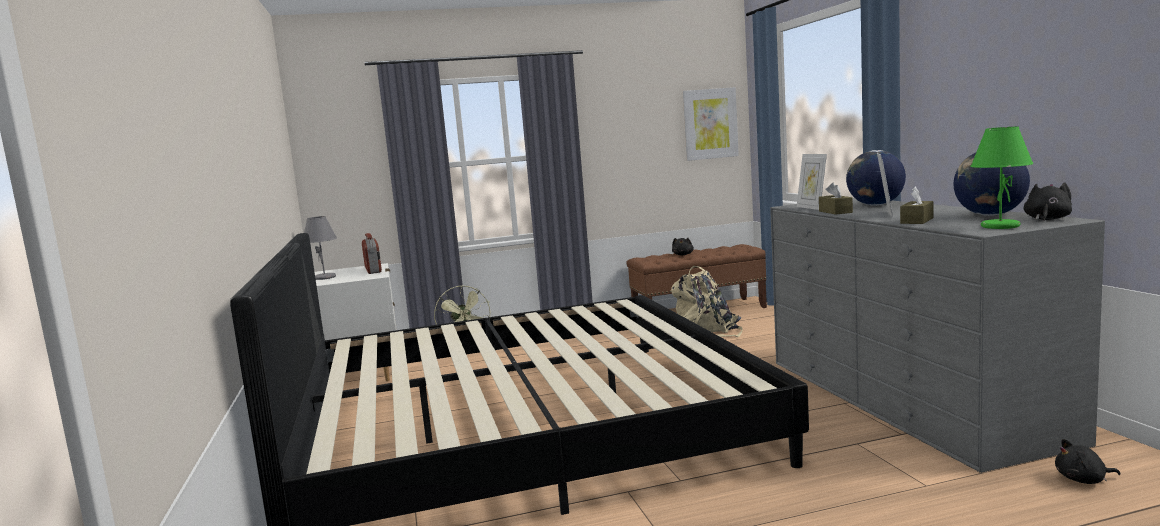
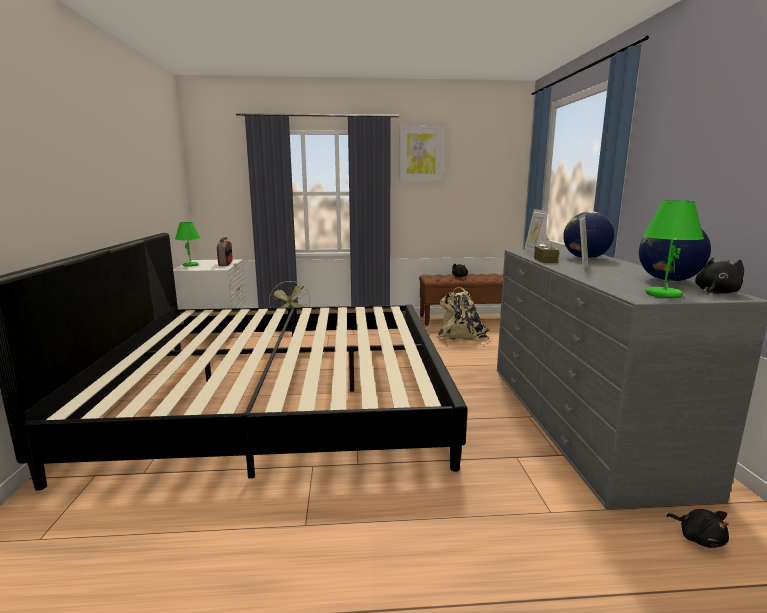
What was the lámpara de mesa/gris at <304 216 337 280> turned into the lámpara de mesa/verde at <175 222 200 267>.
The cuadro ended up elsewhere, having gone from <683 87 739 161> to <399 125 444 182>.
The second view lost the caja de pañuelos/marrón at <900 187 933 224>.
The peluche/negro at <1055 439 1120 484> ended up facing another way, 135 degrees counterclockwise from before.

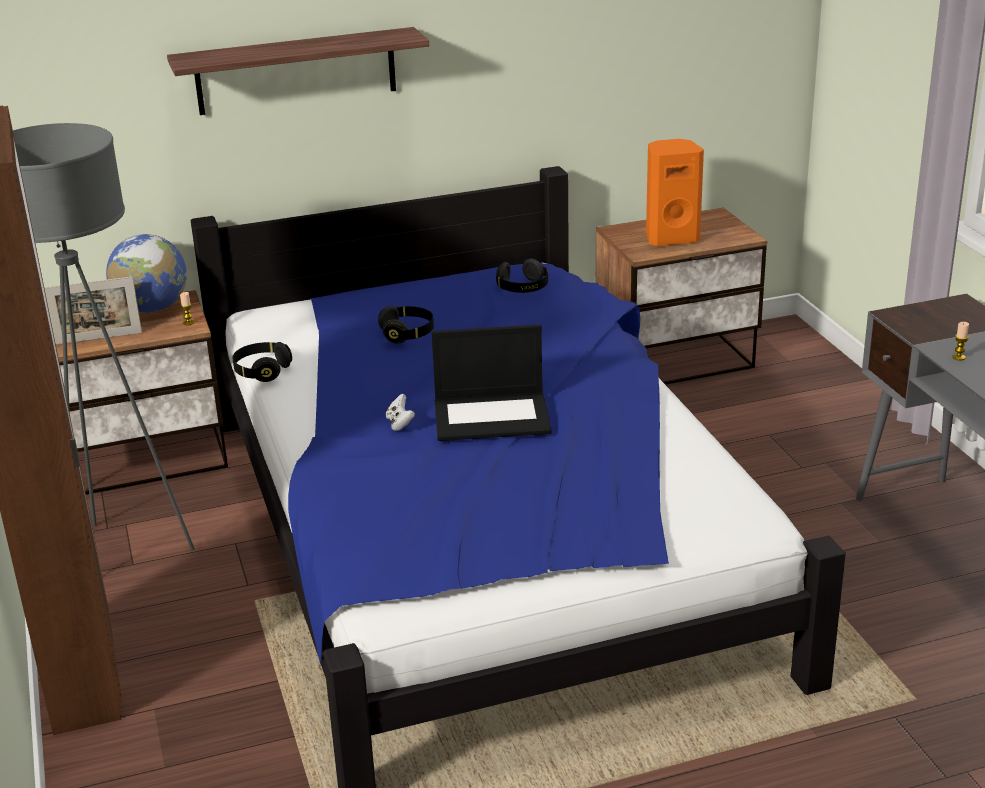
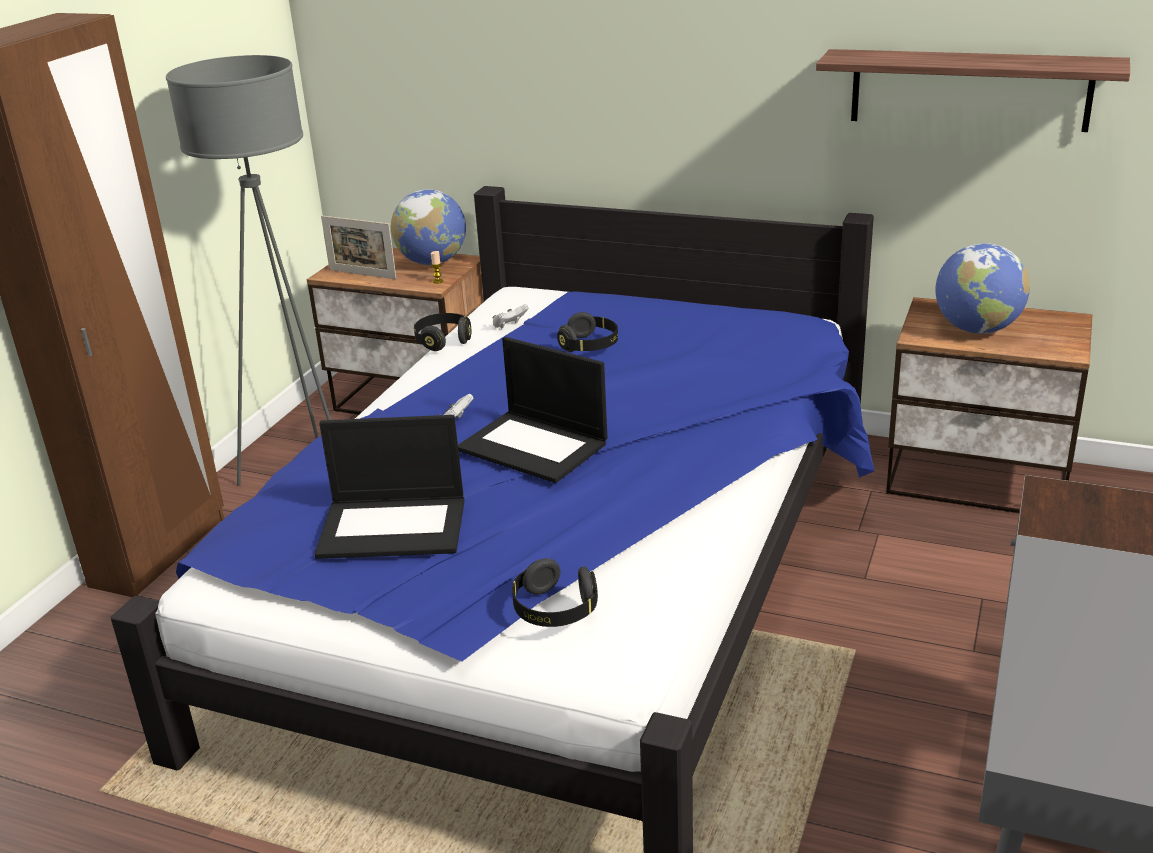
The estante ended up elsewhere, having gone from <167 27 429 115> to <816 49 1130 132>.
The auriculares/negro ended up elsewhere, having gone from <496 259 548 293> to <512 558 598 627>.
Where the altavoz/naranja stood at <646 139 704 246>, the globo terráqueo came to stand at <935 243 1030 334>.
The second view lost the vela at <952 322 969 360>.
The second view gained the portátil at <315 415 465 559>.
The second view gained the mando de consola/blanco at <492 304 529 329>.

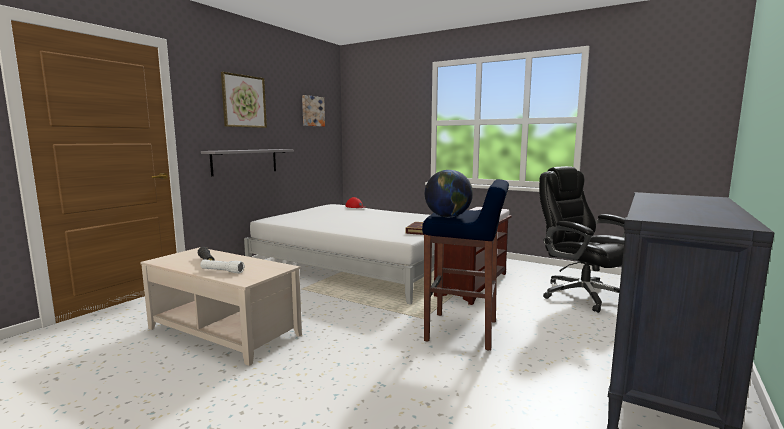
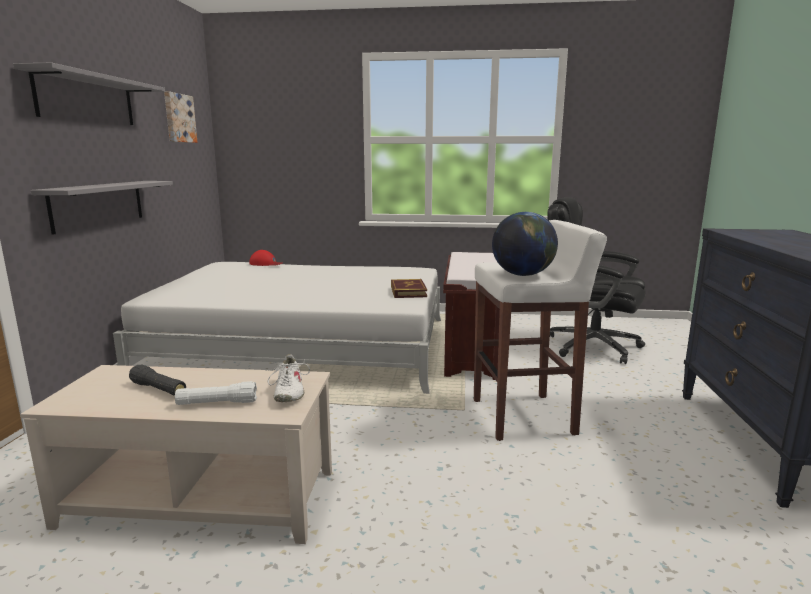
Where the cuadro hung at <221 72 267 128>, the estante/gris came to hang at <13 62 165 125>.
What was the taburete/azul at <422 179 509 350> turned into the taburete/blanco at <474 220 607 441>.
The second view gained the zapato/blanco at <265 354 310 402>.

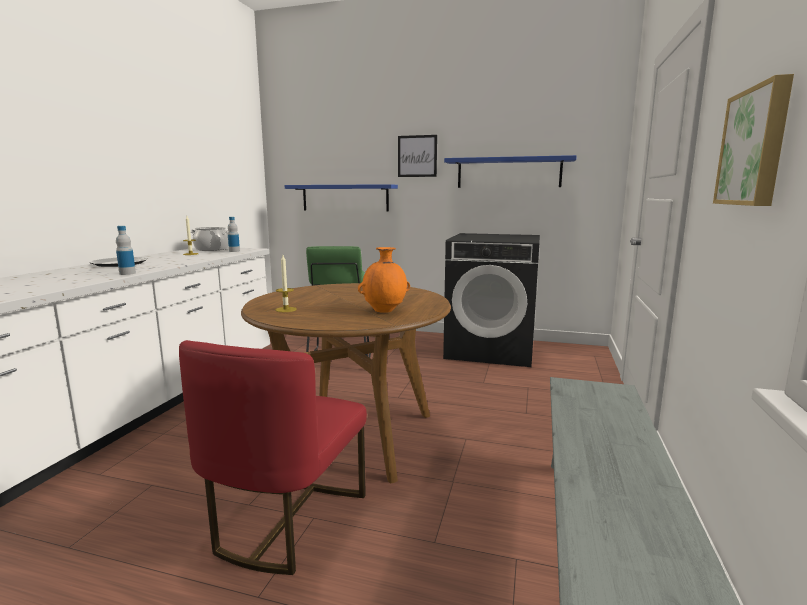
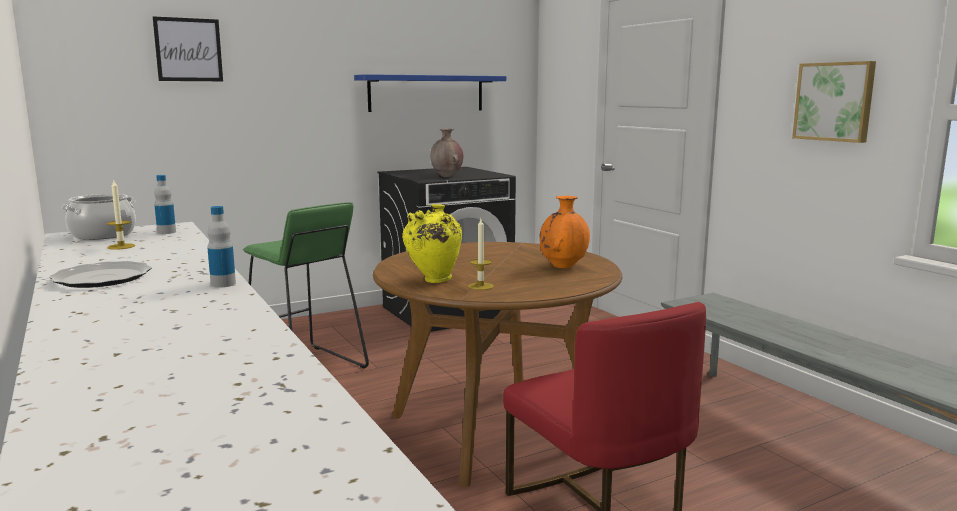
The second view lost the estante/azul at <285 184 398 211>.
The cuadro ended up elsewhere, having gone from <398 135 437 177> to <153 16 223 81>.
The second view gained the florero/amarillo at <402 204 462 283>.
The second view gained the florero/marrón at <430 129 463 177>.

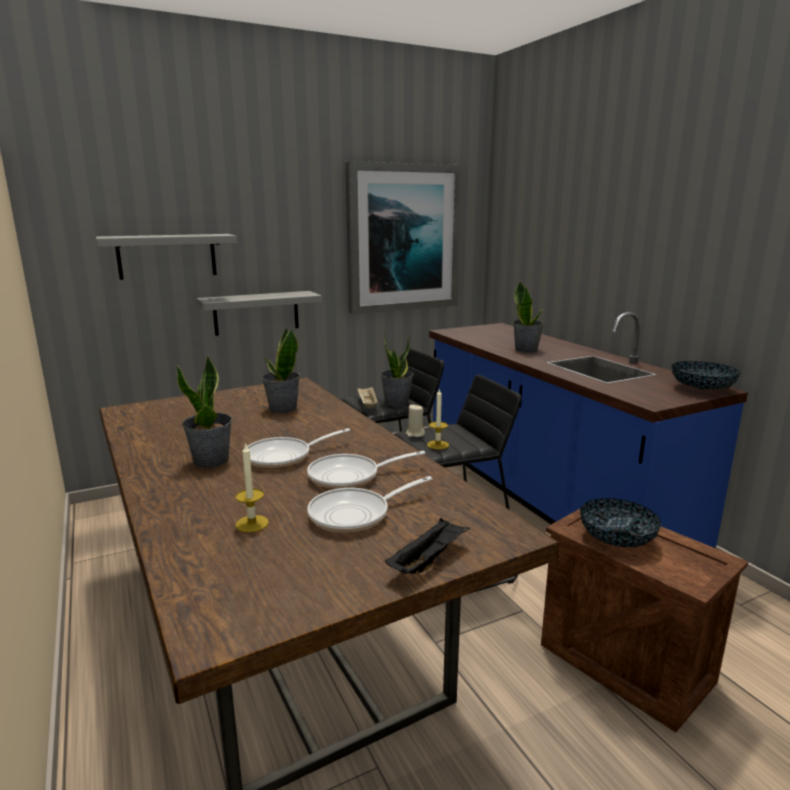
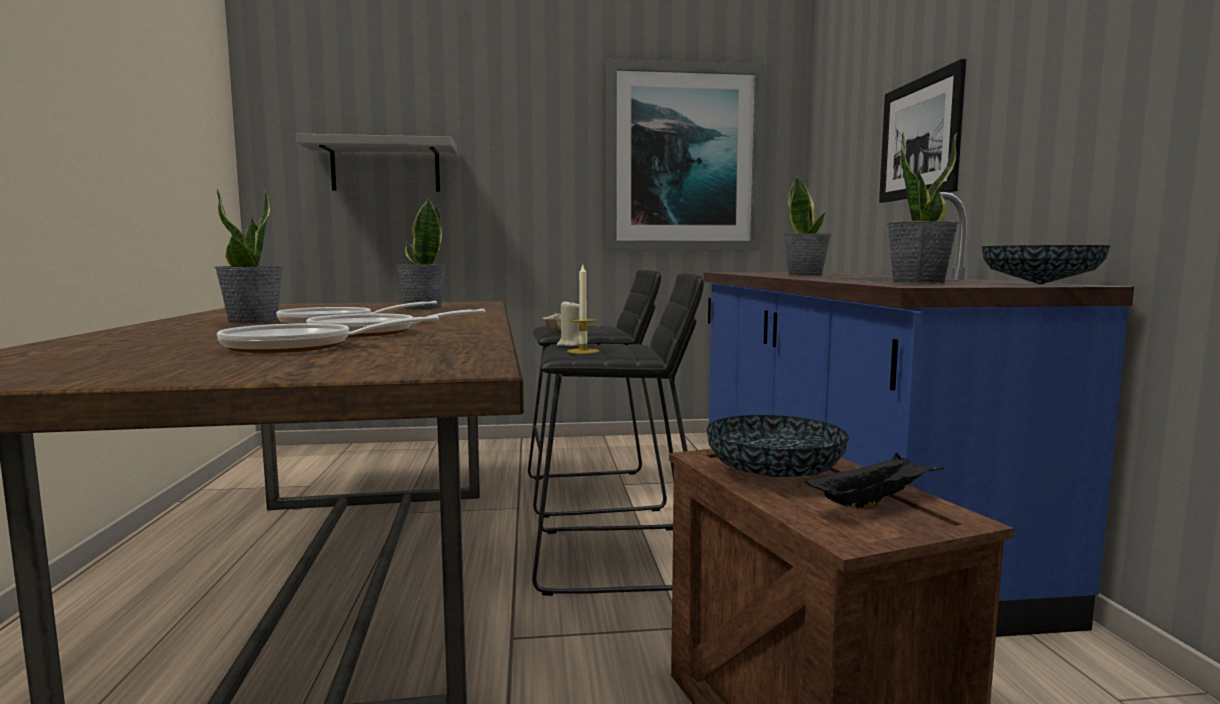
The second view lost the estante/gris at <197 291 322 336>.
The second view lost the vela at <235 443 269 532>.
The planta en maceta ended up elsewhere, having gone from <380 333 413 406> to <887 132 959 284>.
The bandeja/negro ended up elsewhere, having gone from <385 518 470 574> to <804 453 944 510>.
The second view gained the cuadro at <879 59 966 203>.

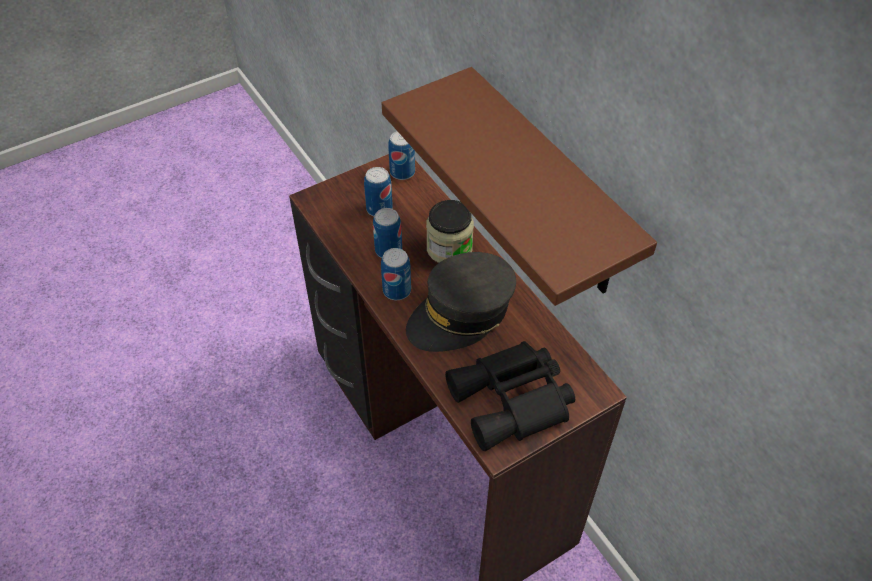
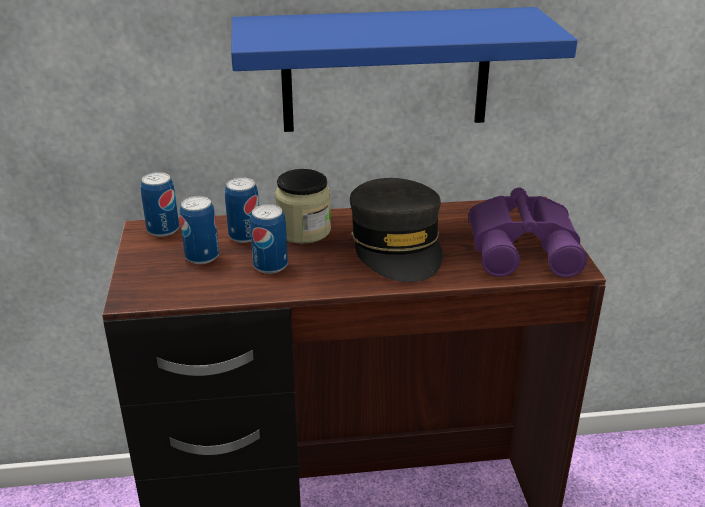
The lata ended up elsewhere, having gone from <381 248 411 300> to <225 177 259 243>.
What was the estante/marrón at <382 67 657 306> turned into the estante/azul at <231 7 578 132>.
What was the prismáticos/negro at <445 341 575 452> turned into the prismáticos/morado at <469 188 587 278>.

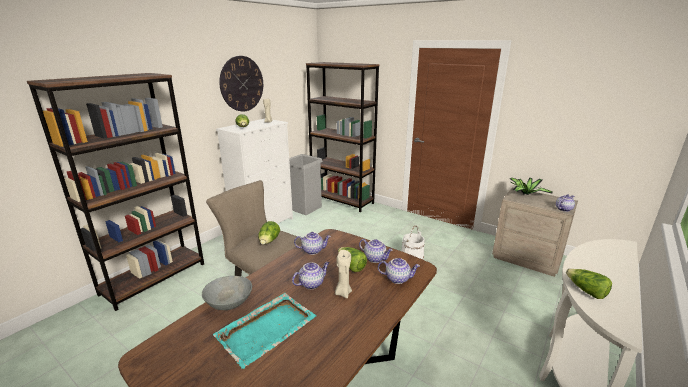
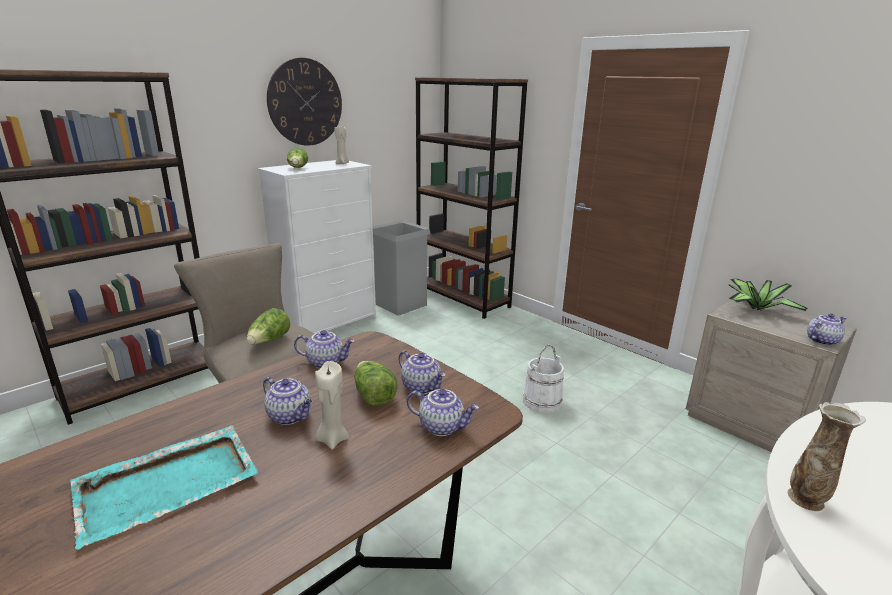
The second view lost the cuenco/gris at <202 276 252 310>.
The tetera at <292 262 329 289> ended up facing another way, 60 degrees clockwise from before.
Where the lechuga stood at <566 269 612 299>, the florero came to stand at <788 402 866 511>.

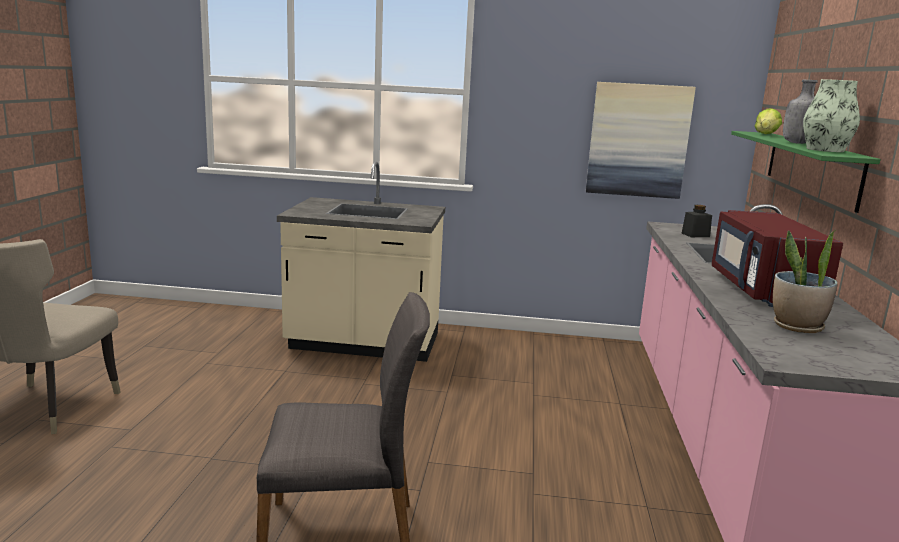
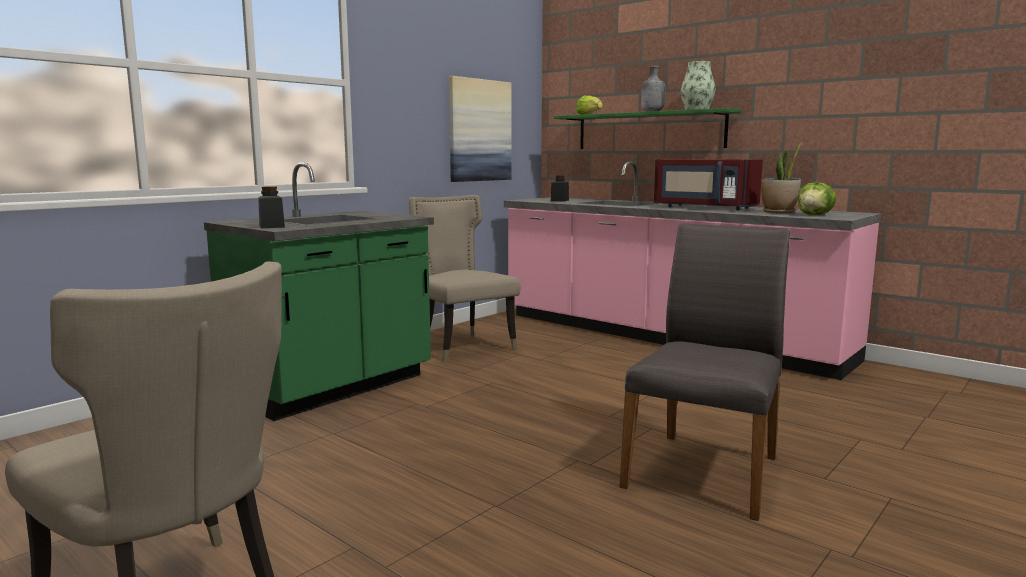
What was the mueble bajo de cocina/beis at <277 162 445 362> turned into the mueble bajo de cocina/verde at <204 162 434 421>.
The second view gained the tarro/negro at <258 186 285 228>.
The second view gained the silla/beis at <409 195 520 362>.
The second view gained the lechuga at <798 182 836 215>.

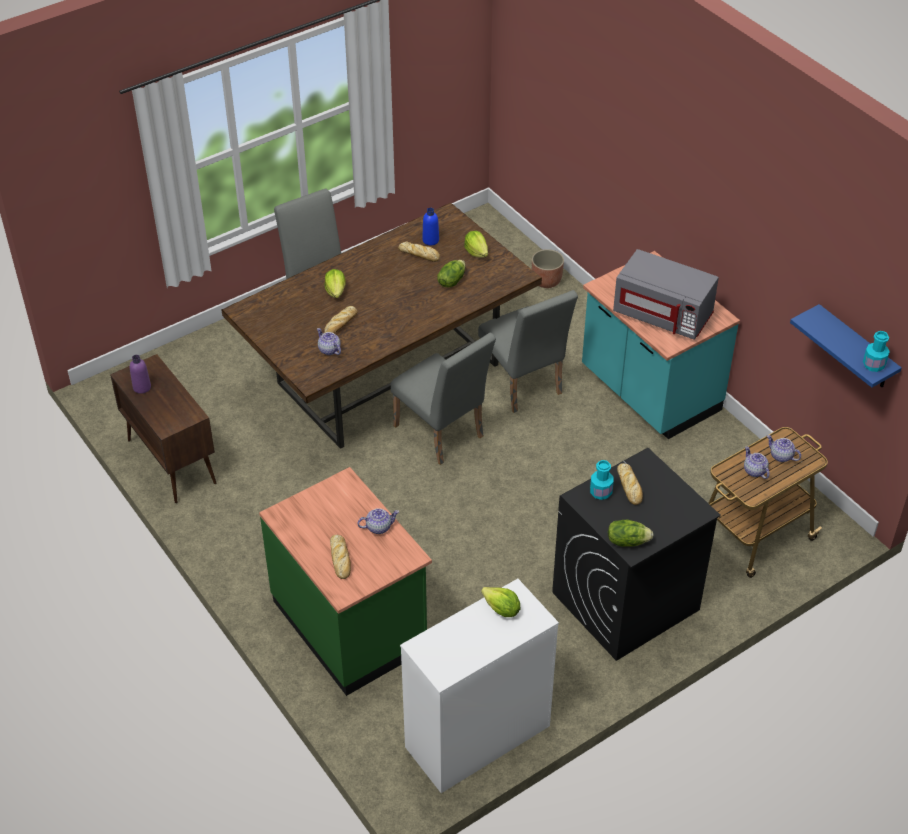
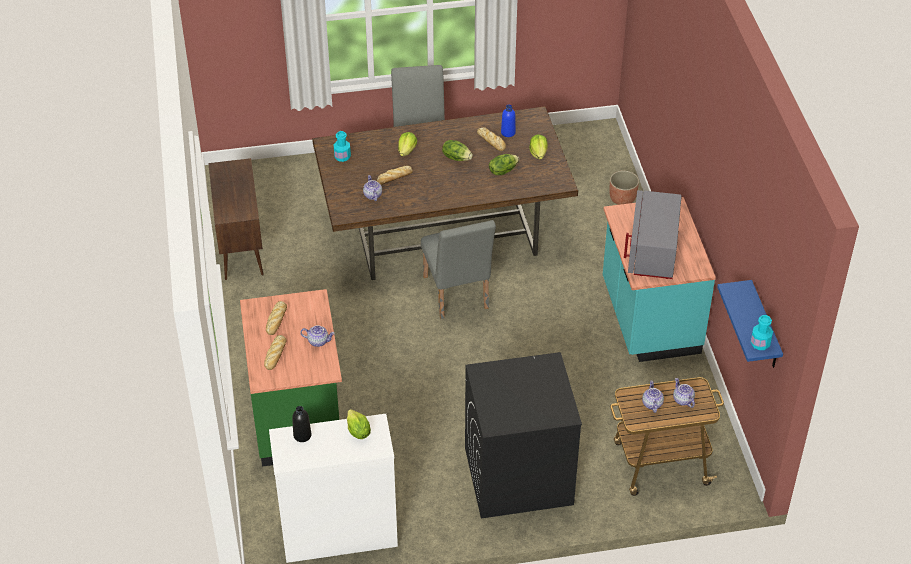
The second view lost the botella/morado at <130 355 151 394>.
The second view lost the silla/gris at <478 290 578 413>.
The botella/turquesa ended up elsewhere, having gone from <590 460 614 500> to <334 131 351 162>.
The lechuga ended up elsewhere, having gone from <608 520 654 547> to <442 140 473 161>.
The microondas/gris at <613 249 719 340> ended up facing another way, 45 degrees clockwise from before.
The pan ended up elsewhere, having gone from <617 463 643 505> to <266 301 287 335>.
The second view gained the botella/negro at <292 406 311 442>.

